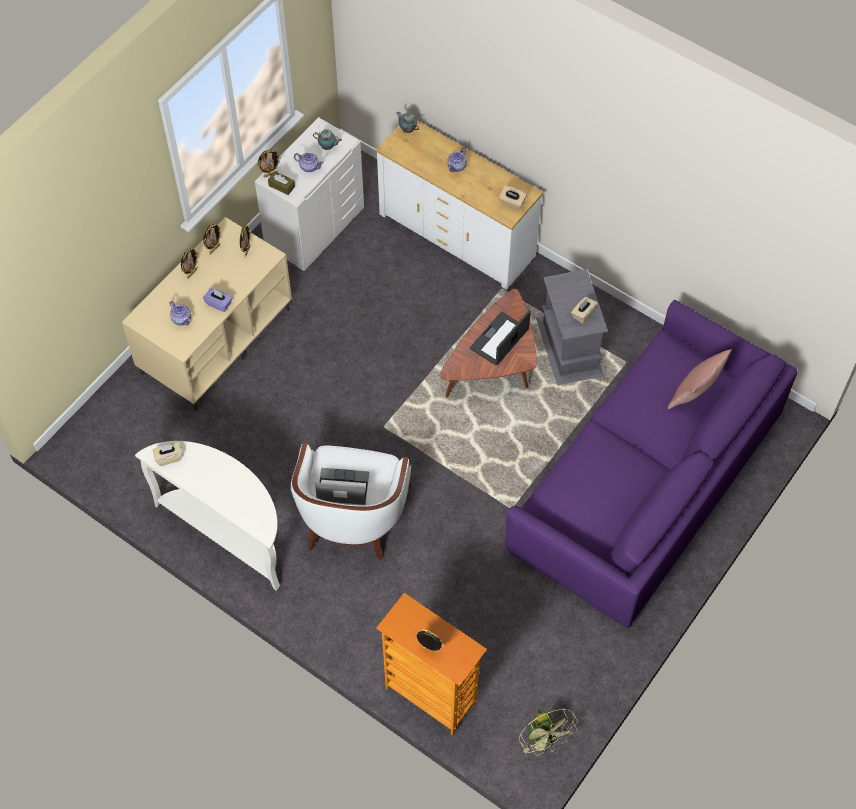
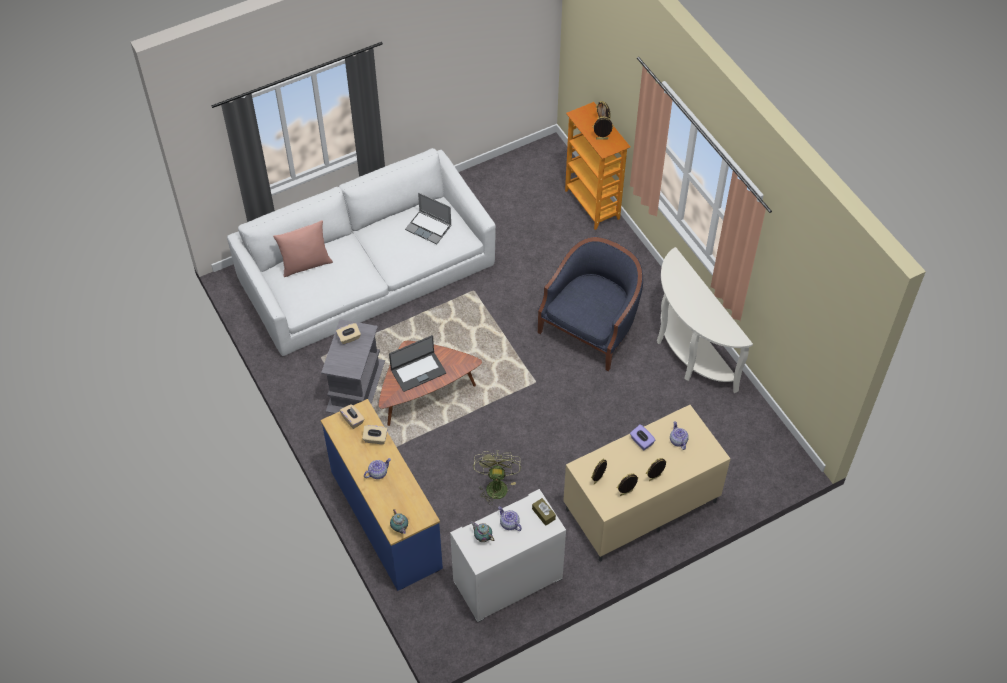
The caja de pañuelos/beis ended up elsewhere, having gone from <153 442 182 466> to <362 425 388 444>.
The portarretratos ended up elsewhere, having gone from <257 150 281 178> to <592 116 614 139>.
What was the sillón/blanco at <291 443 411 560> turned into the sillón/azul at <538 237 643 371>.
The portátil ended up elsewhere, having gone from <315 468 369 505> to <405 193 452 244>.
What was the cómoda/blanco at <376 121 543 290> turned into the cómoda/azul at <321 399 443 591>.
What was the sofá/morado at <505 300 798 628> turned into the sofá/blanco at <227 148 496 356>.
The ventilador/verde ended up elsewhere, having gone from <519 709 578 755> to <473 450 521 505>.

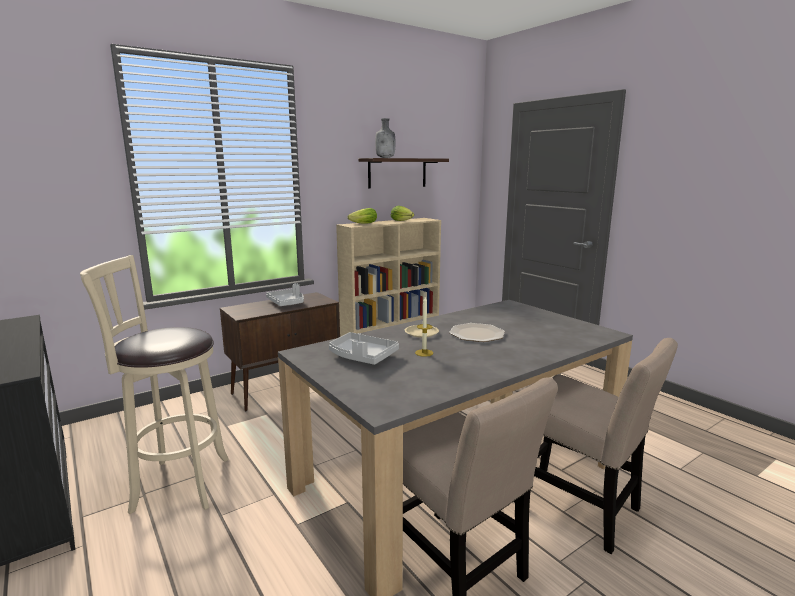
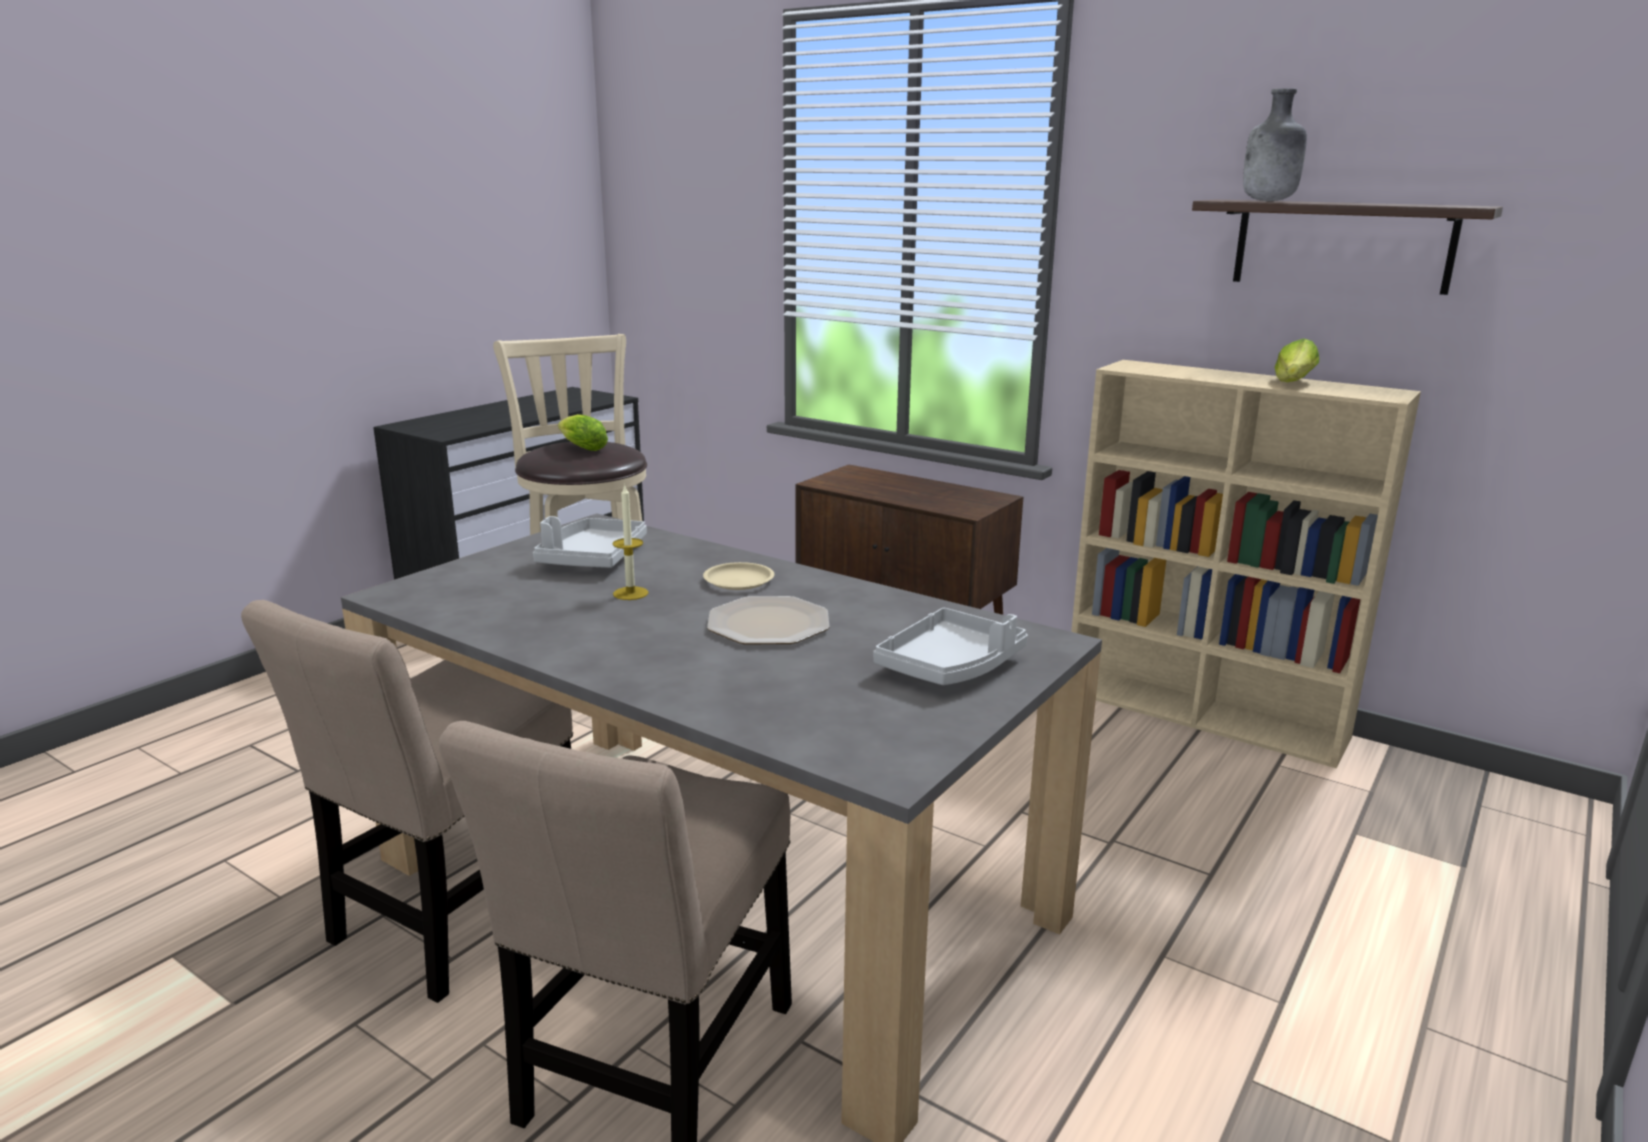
The bandeja/gris ended up elsewhere, having gone from <266 283 304 306> to <873 608 1028 685>.
The lechuga ended up elsewhere, having gone from <348 208 377 224> to <558 414 608 451>.

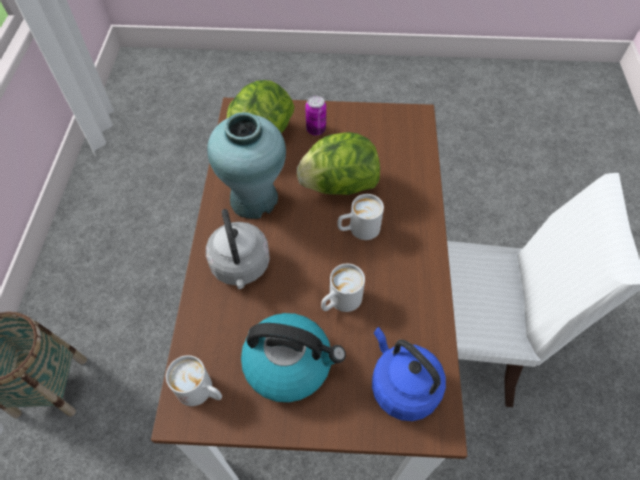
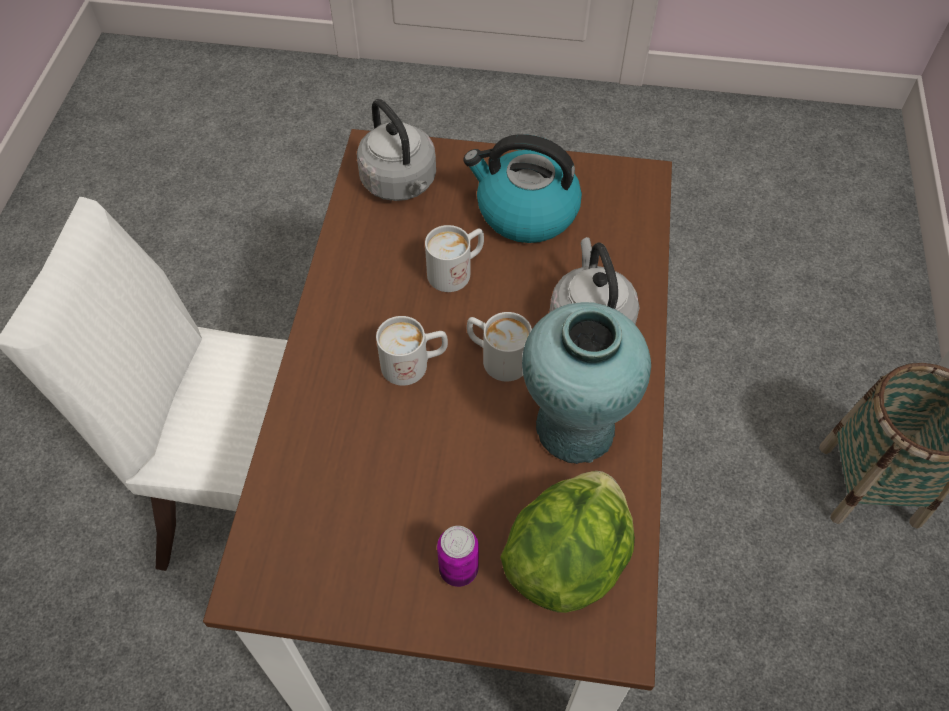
The taza grande/blanco ended up elsewhere, having gone from <166 355 222 406> to <467 312 532 382>.
The second view lost the lechuga at <297 132 380 195>.
What was the hervidor/azul at <372 327 446 421> turned into the hervidor/gris at <357 99 436 201>.

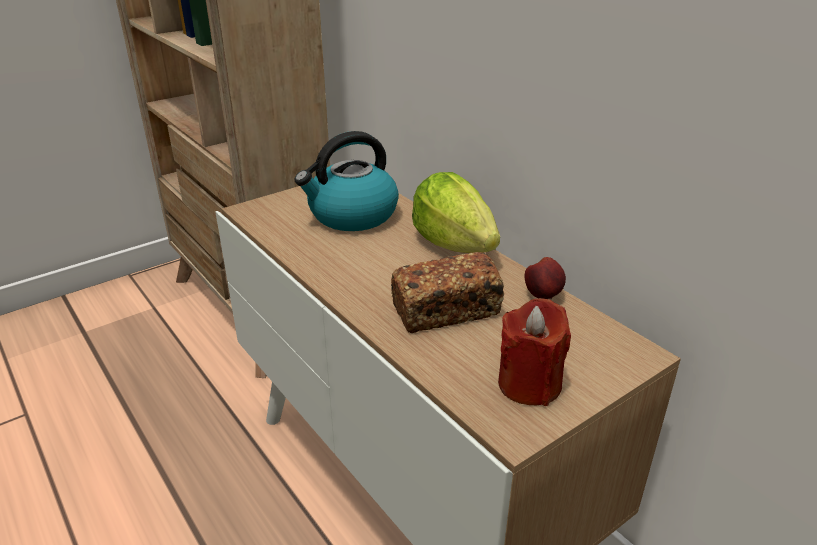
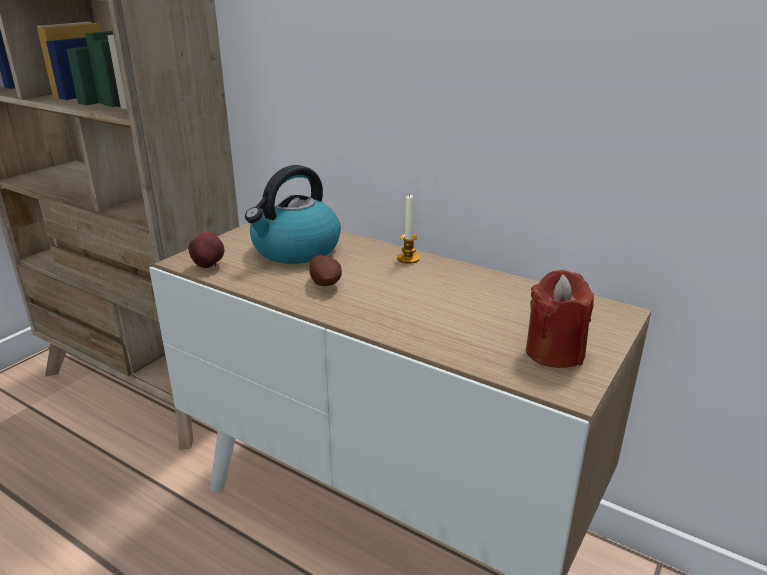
The second view lost the pan at <391 252 505 333>.
Where the lechuga stood at <412 172 500 253>, the vela came to stand at <397 194 420 264>.
The manzana ended up elsewhere, having gone from <525 257 566 299> to <188 231 224 268>.
The second view gained the patata at <309 255 342 286>.

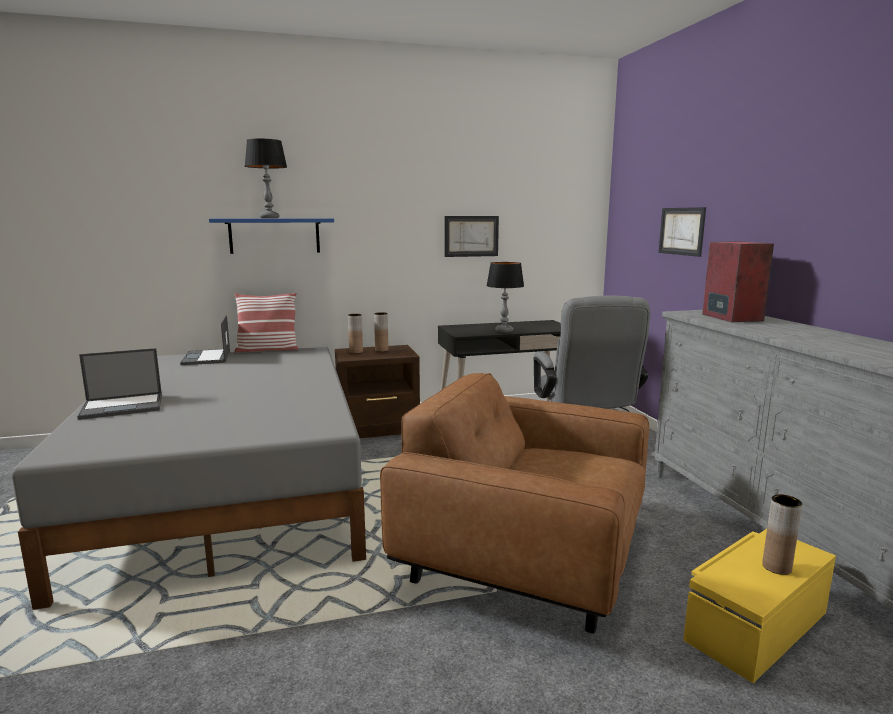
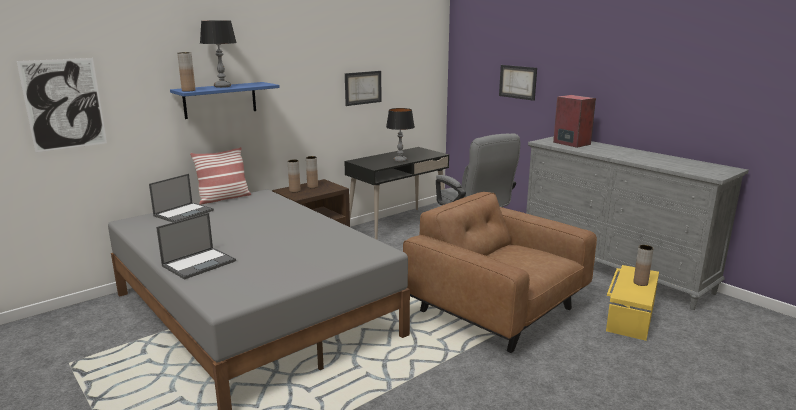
The portátil at <180 315 230 365> ended up facing another way, 105 degrees counterclockwise from before.
The sillón/marrón at <380 373 649 634> ended up facing another way, 45 degrees clockwise from before.
The second view gained the cuadro at <16 58 107 152>.
The second view gained the florero/marrón at <177 52 196 92>.

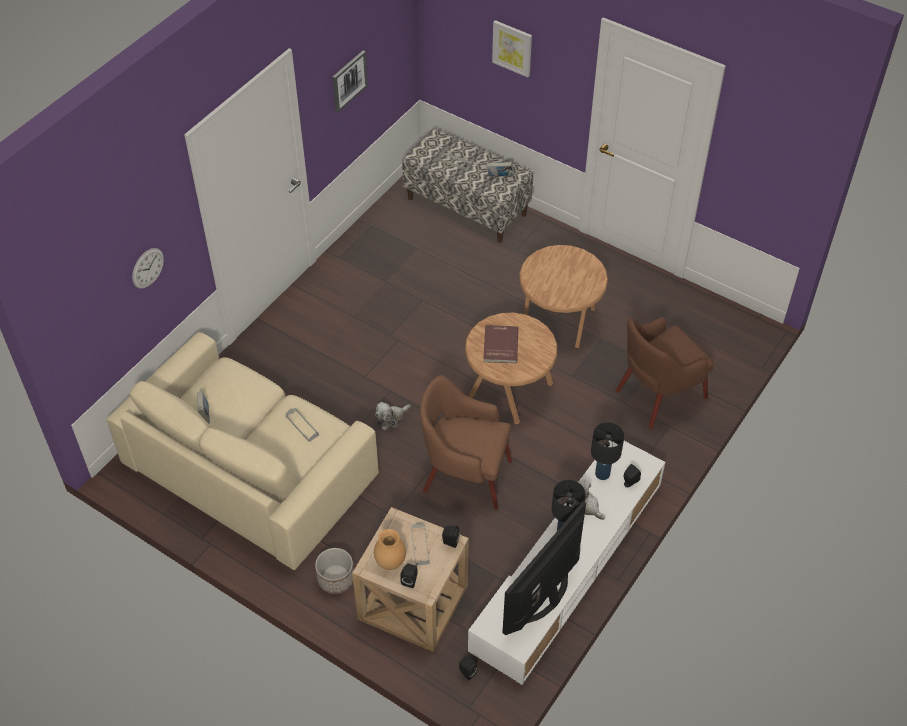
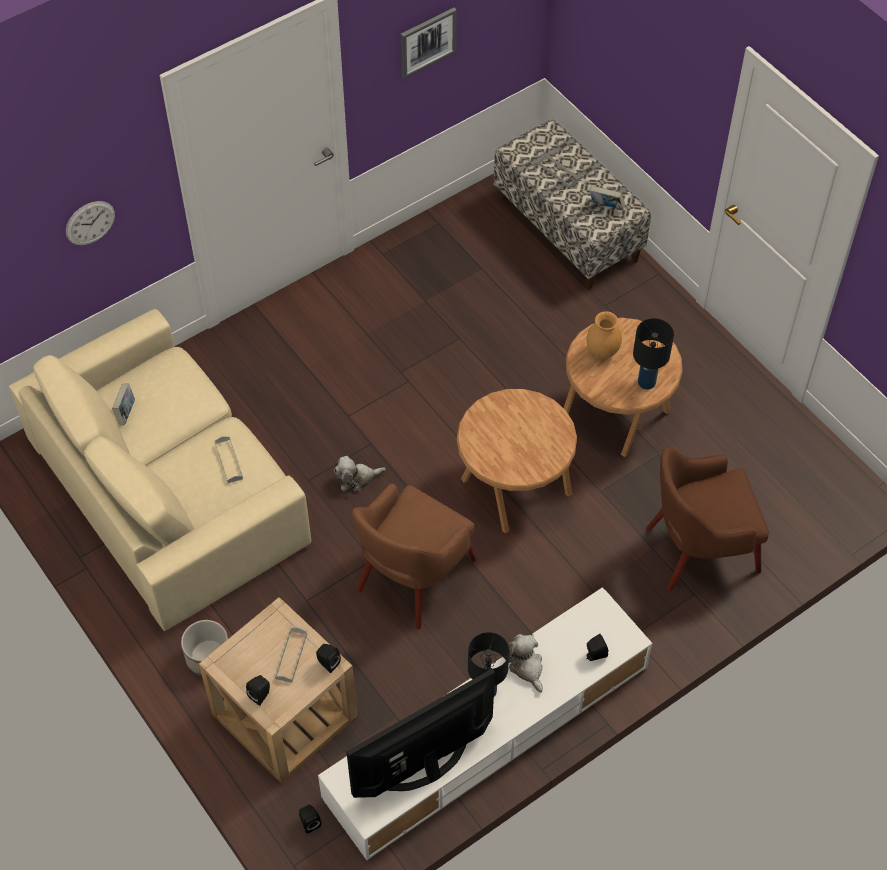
The florero/marrón ended up elsewhere, having gone from <374 529 406 570> to <587 311 622 359>.
The sillón/marrón at <420 375 512 510> ended up facing another way, 90 degrees counterclockwise from before.
The second view lost the libro/rojo at <483 325 518 364>.
The second view lost the cuadro at <492 20 532 77>.
The lámpara de mesa/negro ended up elsewhere, having gone from <591 422 624 480> to <633 318 674 390>.

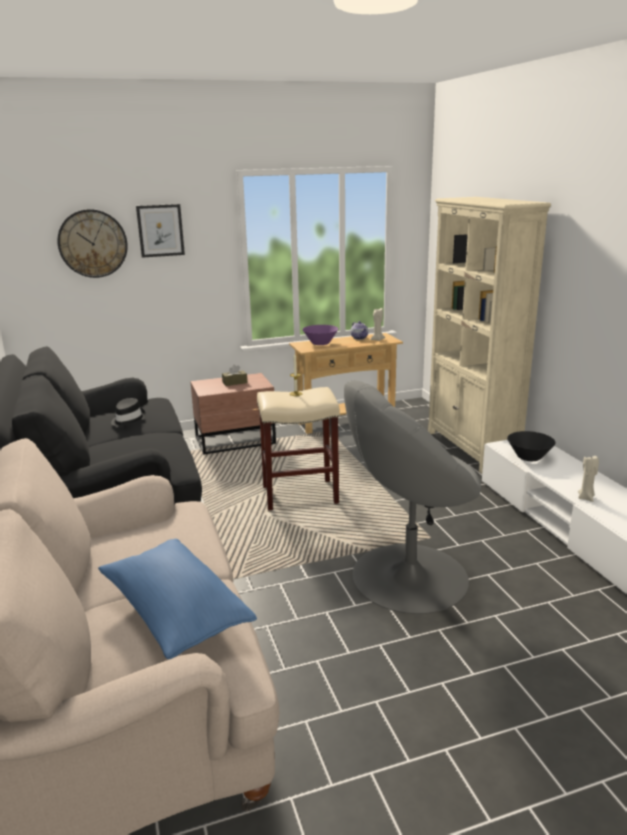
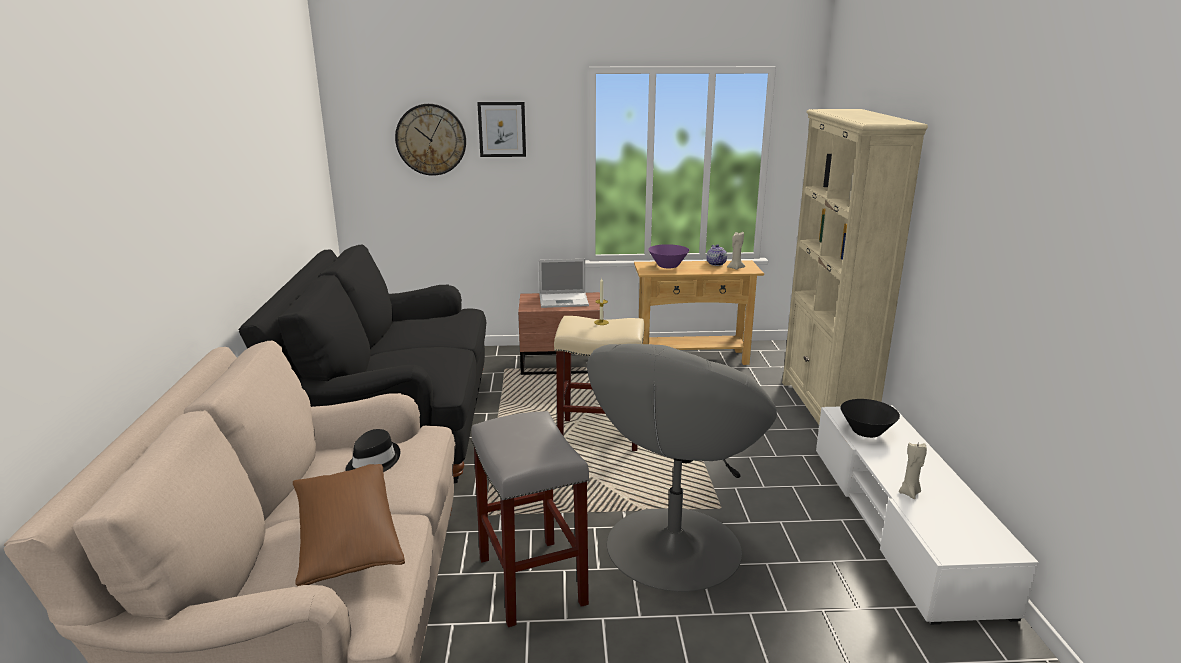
What was the cojín/azul at <98 539 257 659> turned into the cojín/marrón at <293 464 405 586>.
The sombrero/negro ended up elsewhere, having gone from <111 398 146 427> to <345 429 401 472>.
Where the caja de pañuelos/marrón stood at <222 364 247 386>, the portátil came to stand at <539 259 589 308>.
The sillón/gris at <344 381 481 614> ended up facing another way, 60 degrees counterclockwise from before.
The second view gained the taburete/gris at <471 411 590 627>.

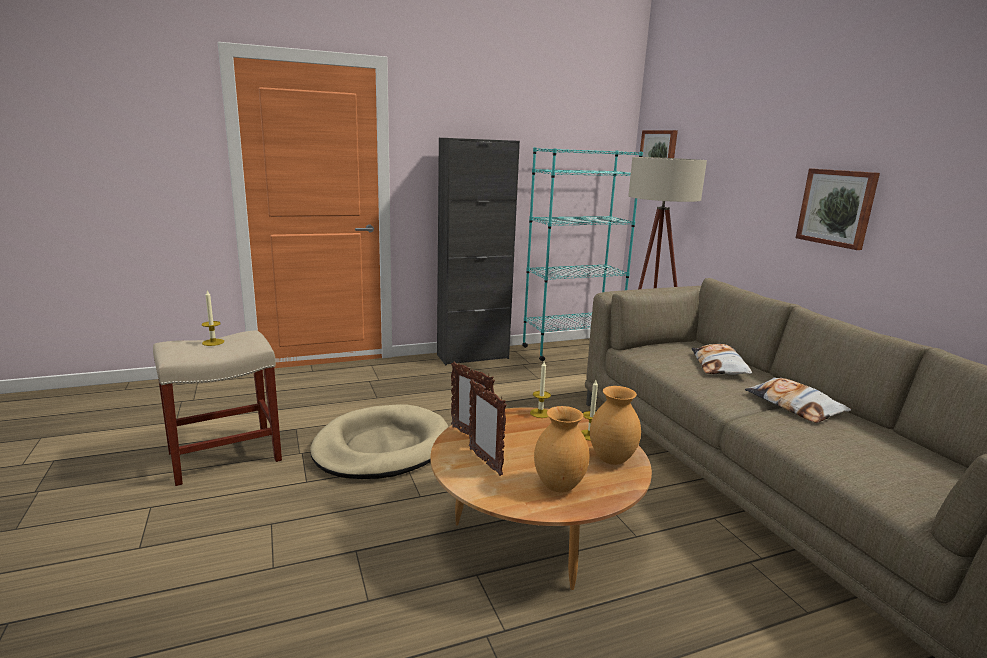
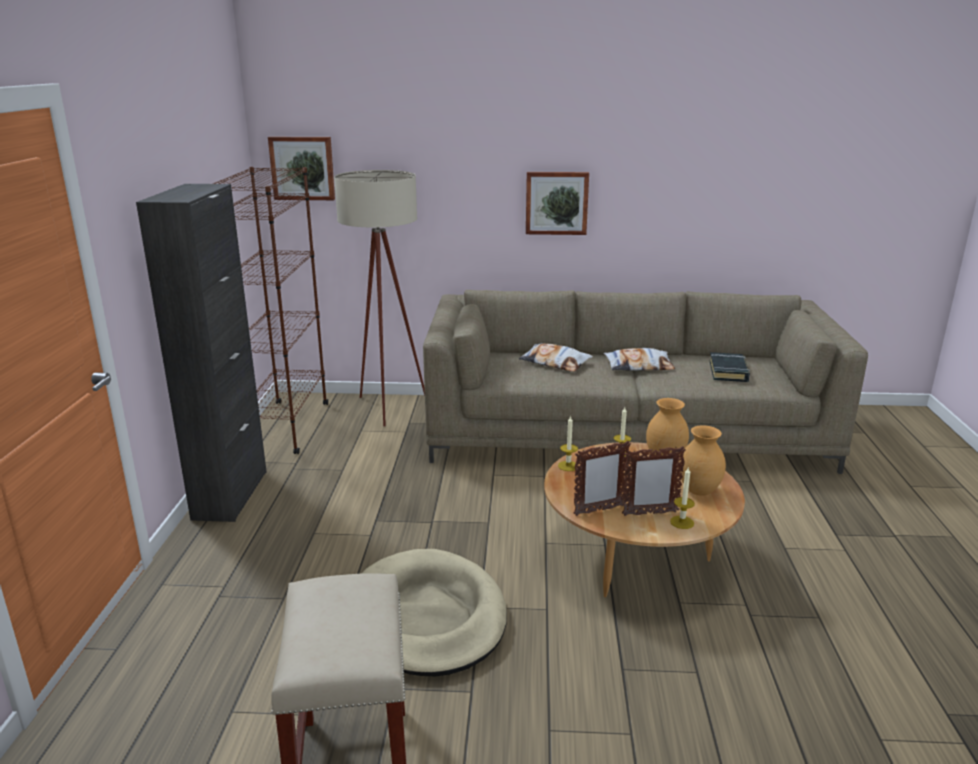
The vela ended up elsewhere, having gone from <202 290 224 346> to <670 466 695 529>.
What was the estantería/turquesa at <522 147 643 361> turned into the estantería/marrón at <213 167 328 454>.
The second view gained the libro/negro at <710 352 750 382>.

